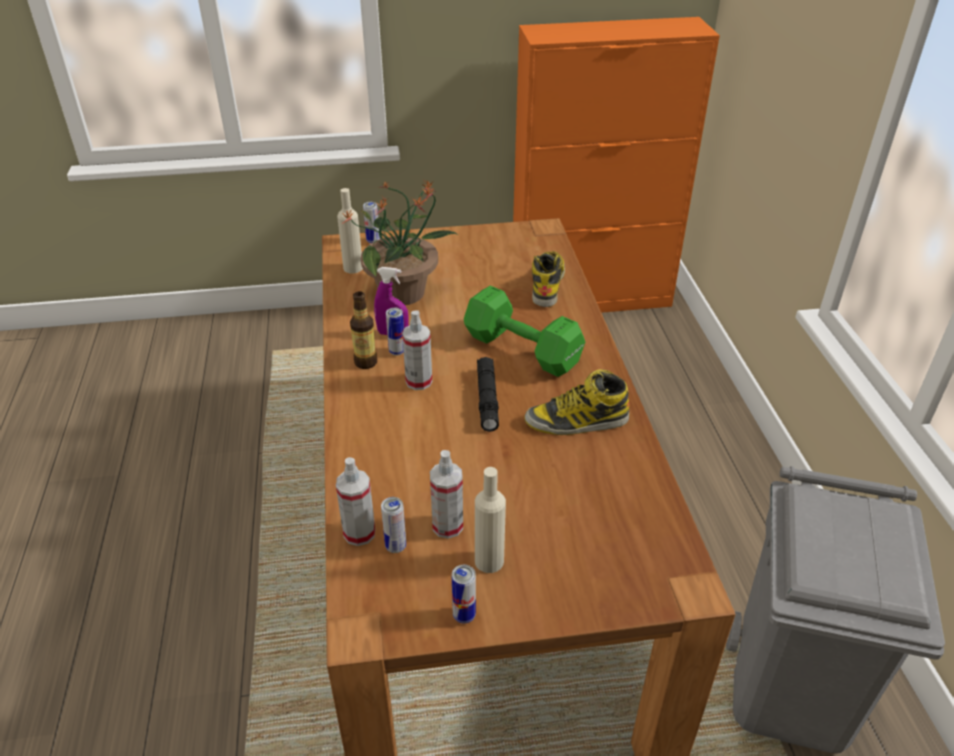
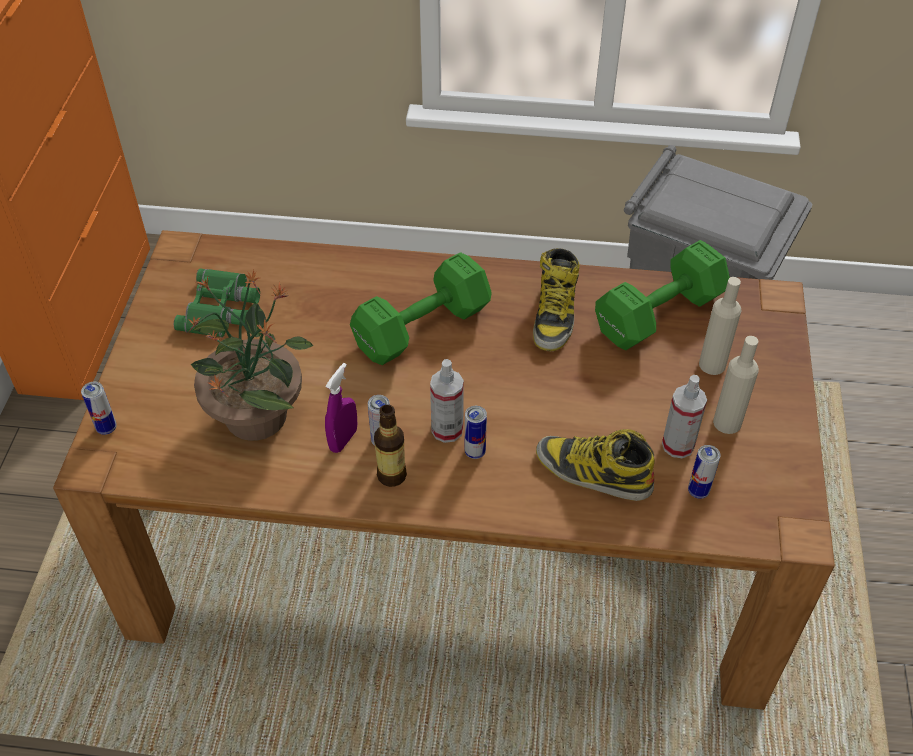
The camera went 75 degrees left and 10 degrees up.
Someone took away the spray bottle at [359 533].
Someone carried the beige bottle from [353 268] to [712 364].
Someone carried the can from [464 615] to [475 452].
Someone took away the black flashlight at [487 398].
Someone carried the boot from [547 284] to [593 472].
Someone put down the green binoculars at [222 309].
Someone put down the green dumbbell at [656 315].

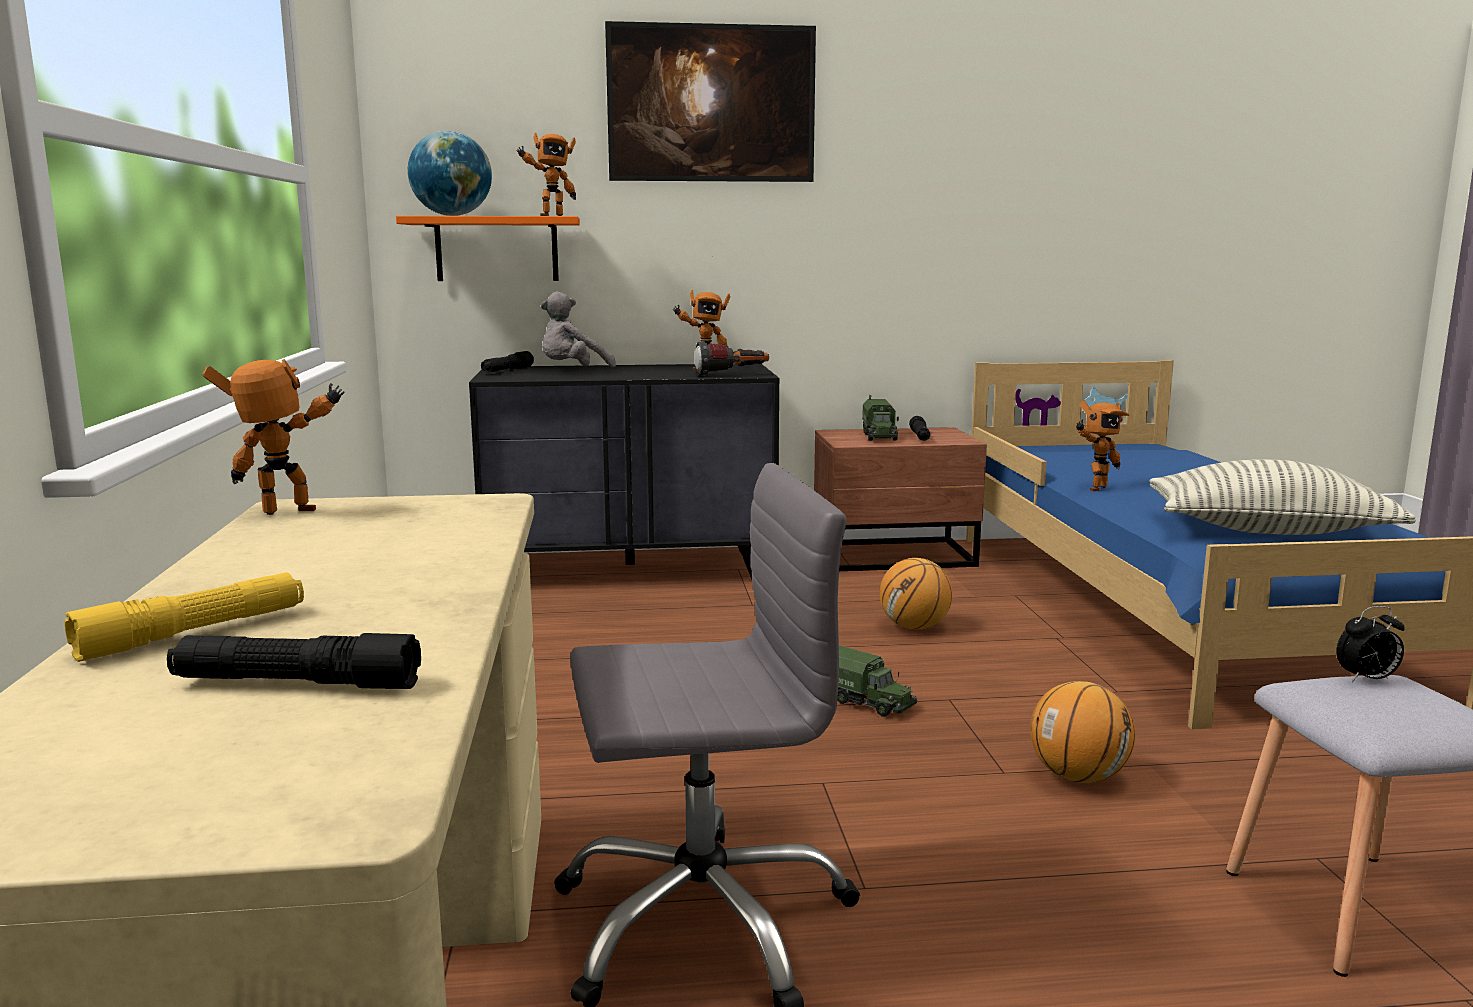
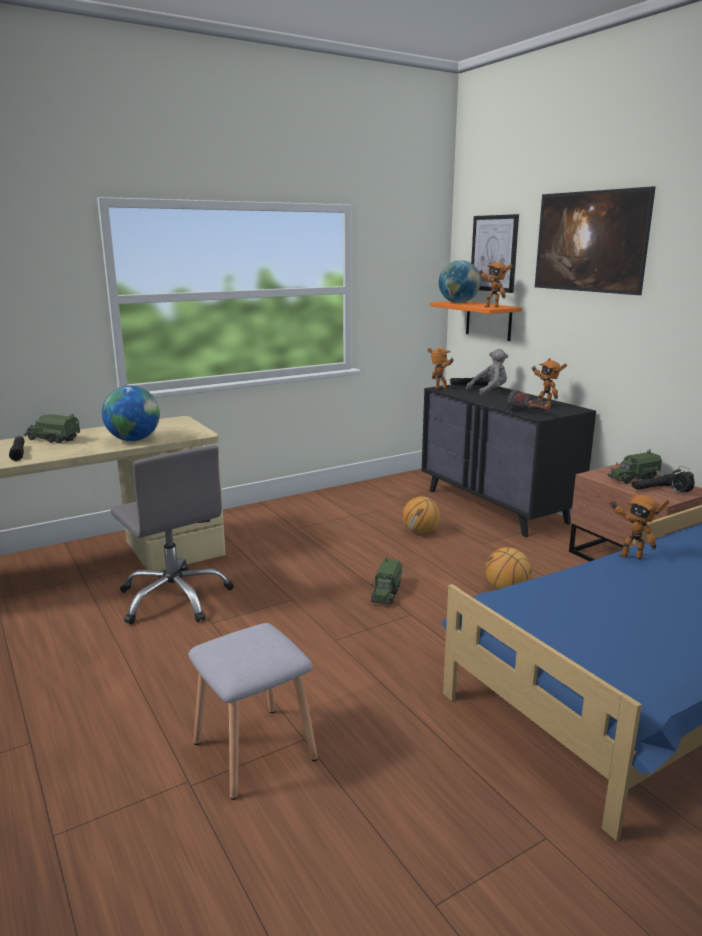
The camera went 65 degrees right and 5 degrees up.
Someone swapped the yellow flashlight at [194 633] for the toy truck at [52 439].
Someone carried the toy robot from [290 513] to [440 390].
Someone rotated the grey plush toy at [572 370] by 135 degrees clockwise.
Someone carried the basketball from [1078 777] to [421 532].
Someone took away the pillow at [1268 531].
Someone carried the alarm clock from [1366 680] to [680 493].
Someone put down the globe at [134 440].
Someone put up the picture at [494 253].

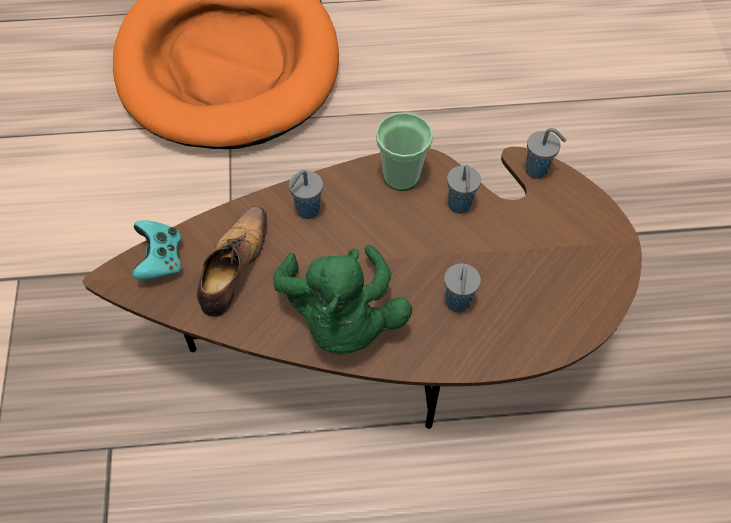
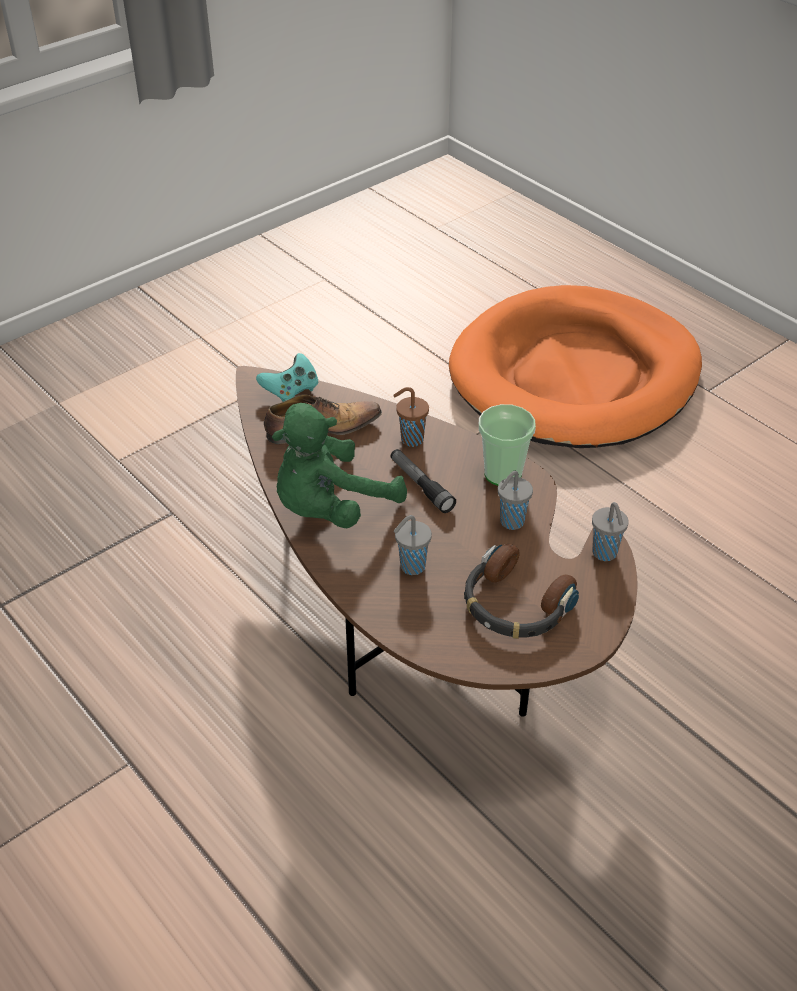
The camera went 55 degrees right and 15 degrees down.
Someone repainted the grey cup at [306 211], which became the brown cup at [410 439].
Someone put down the flashlight at [421 486].
Someone put down the headphones at [515 605].

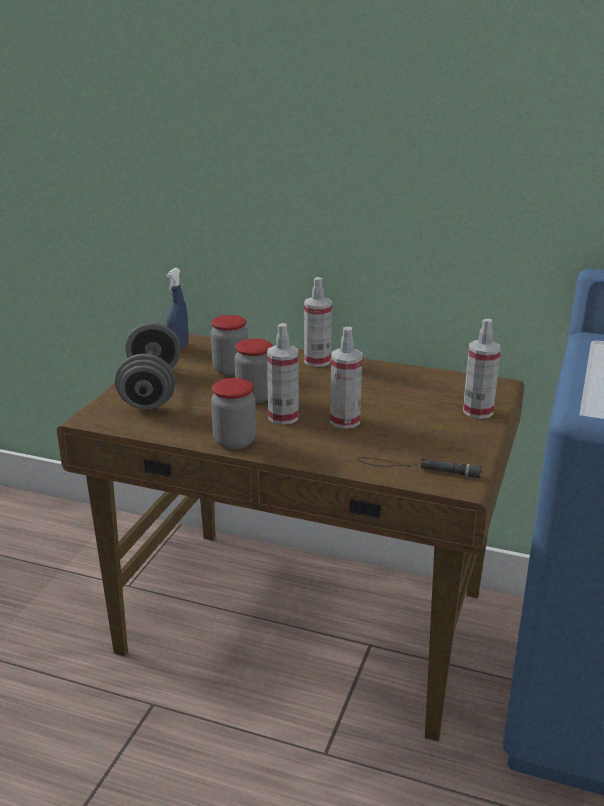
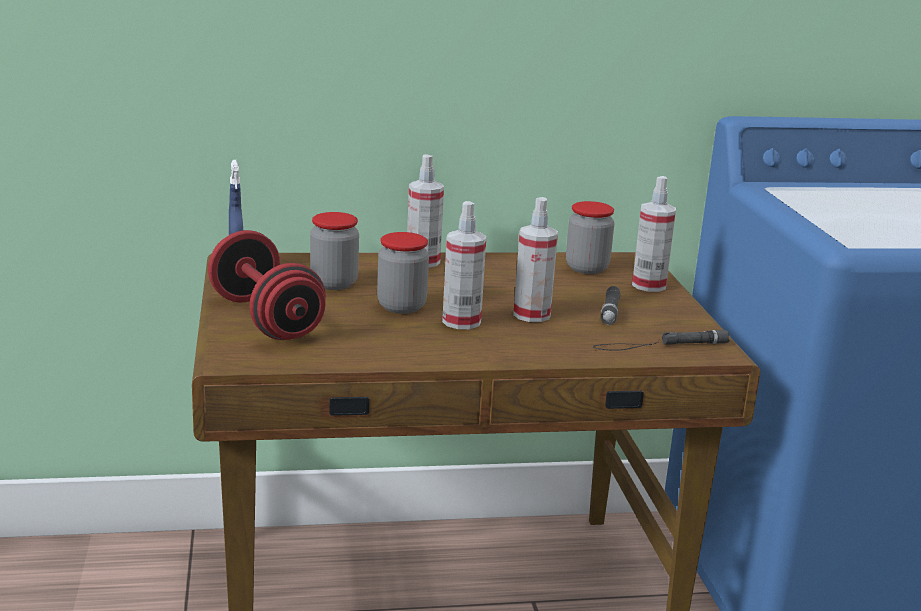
The camera went 30 degrees left and 5 degrees down.
Someone repainted the grey dumbbell at [151 390], which became the red dumbbell at [265 318].
Someone carried the jar from [234 441] to [587 268].
Someone put down the black flashlight at [610 312].

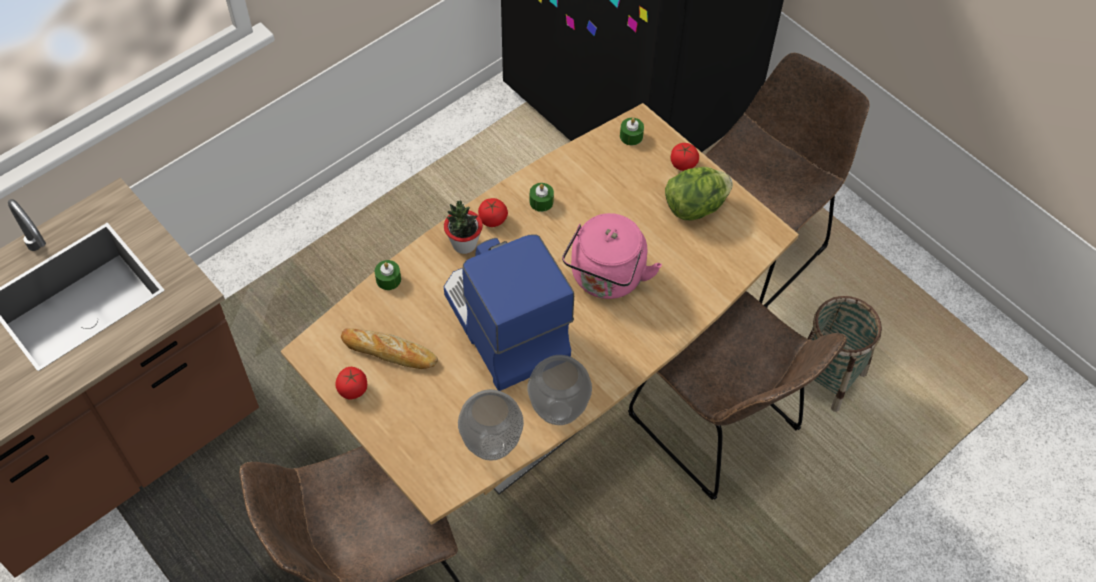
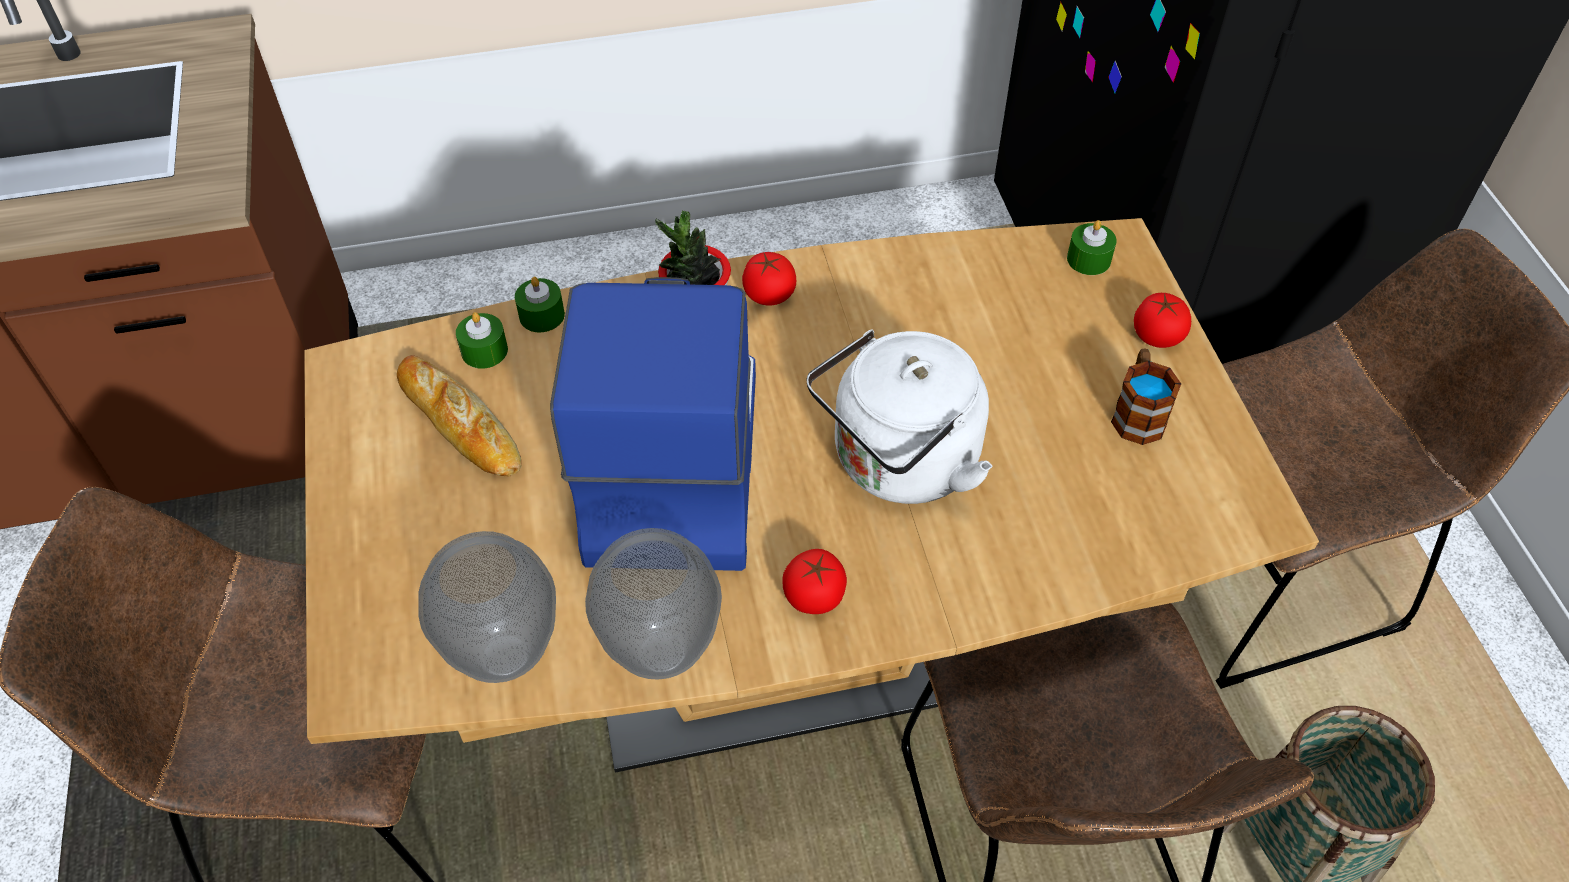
The camera went 30 degrees right and 5 degrees down.
Someone carried the tomato from [353 389] to [814 596].
Someone carried the green candle from [541 201] to [484 351].
Someone repainted the pink kettle at [606 279], which became the white kettle at [899 464].
Someone swapped the lettuce at [695 207] for the mug at [1137 412].

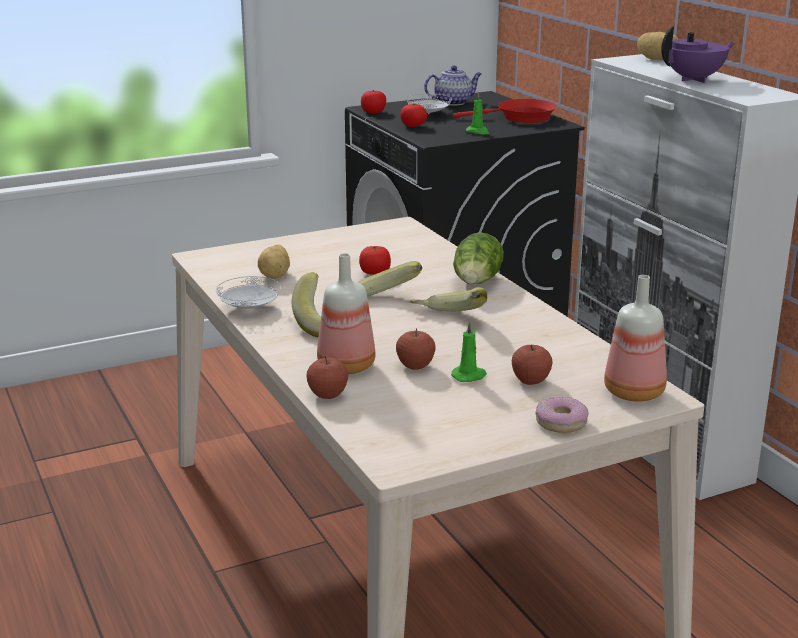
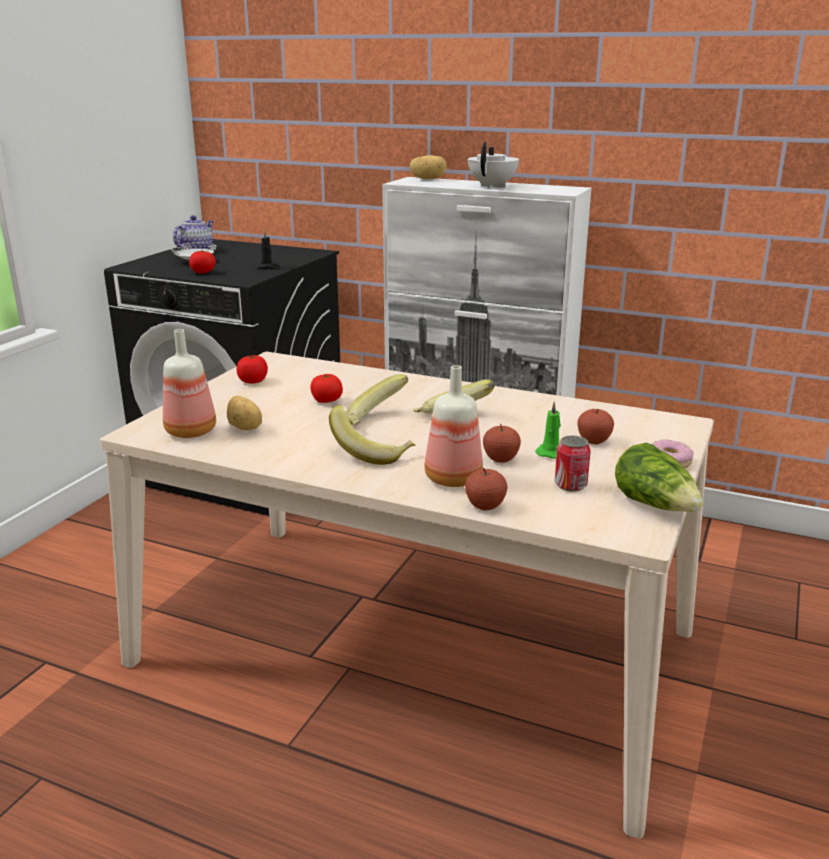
The camera went 40 degrees left and 0 degrees up.
Someone took away the white plate at [250 308].
Someone carried the tomato from [373 112] to [253 381].
Someone took away the red frying pan at [520 118].
Someone carried the lettuce from [477 283] to [656 506].
Someone repainted the green candle at [478 132], which became the black candle at [268 267].
Someone carried the bottle from [635 392] to [191 431].
Someone repainted the purple teapot at [695 79], which became the white teapot at [493 186].
Someone put down the can at [570 485].

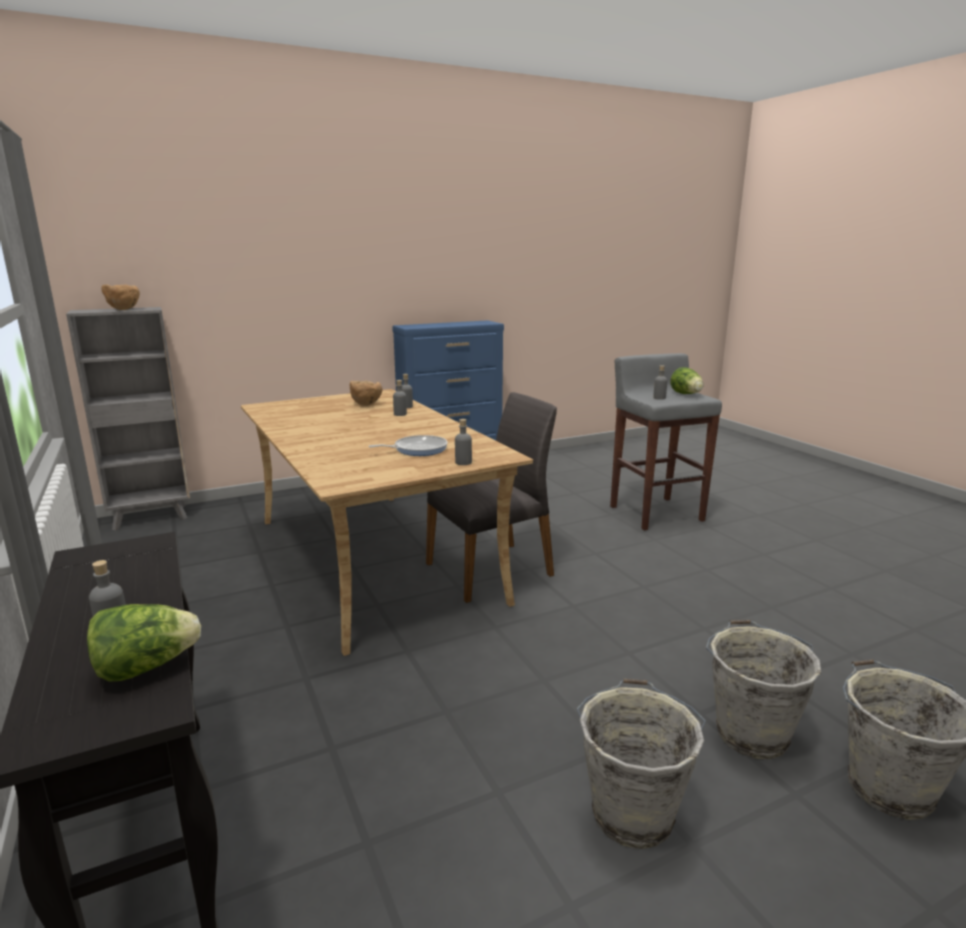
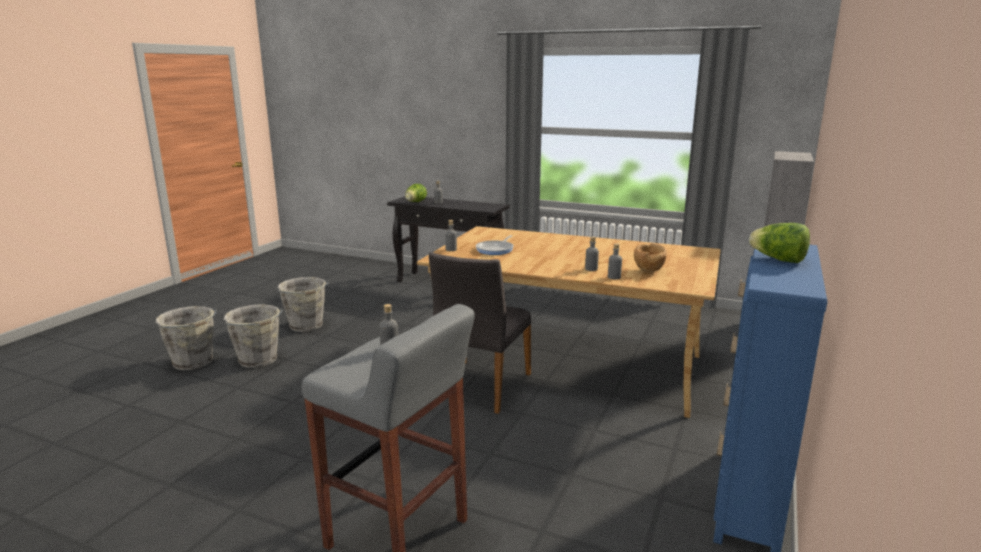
The camera went 140 degrees right and 0 degrees up.
Someone took away the brown bowl at [123 309].
Someone carried the lettuce from [686 394] to [778 260].

